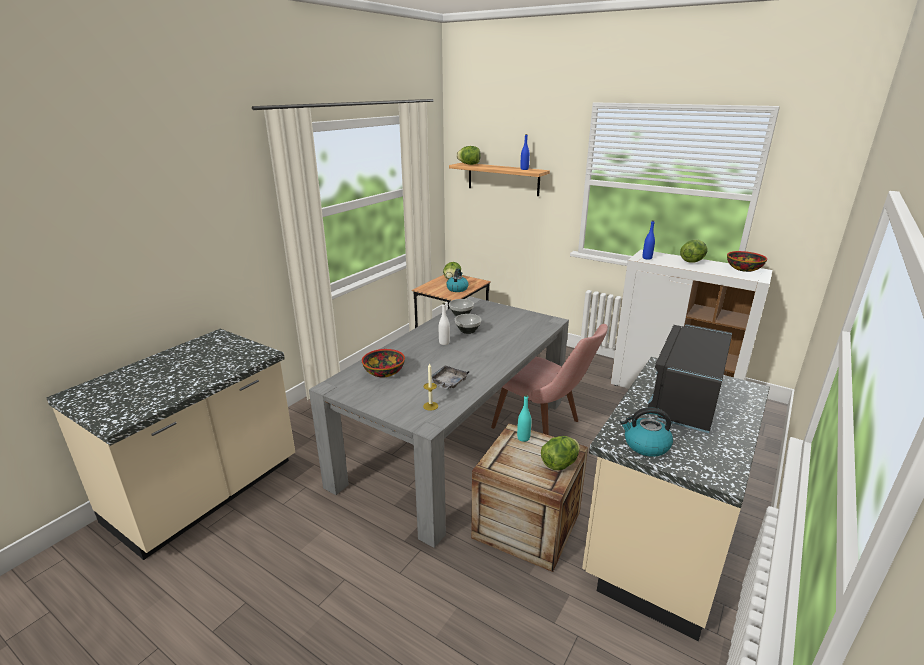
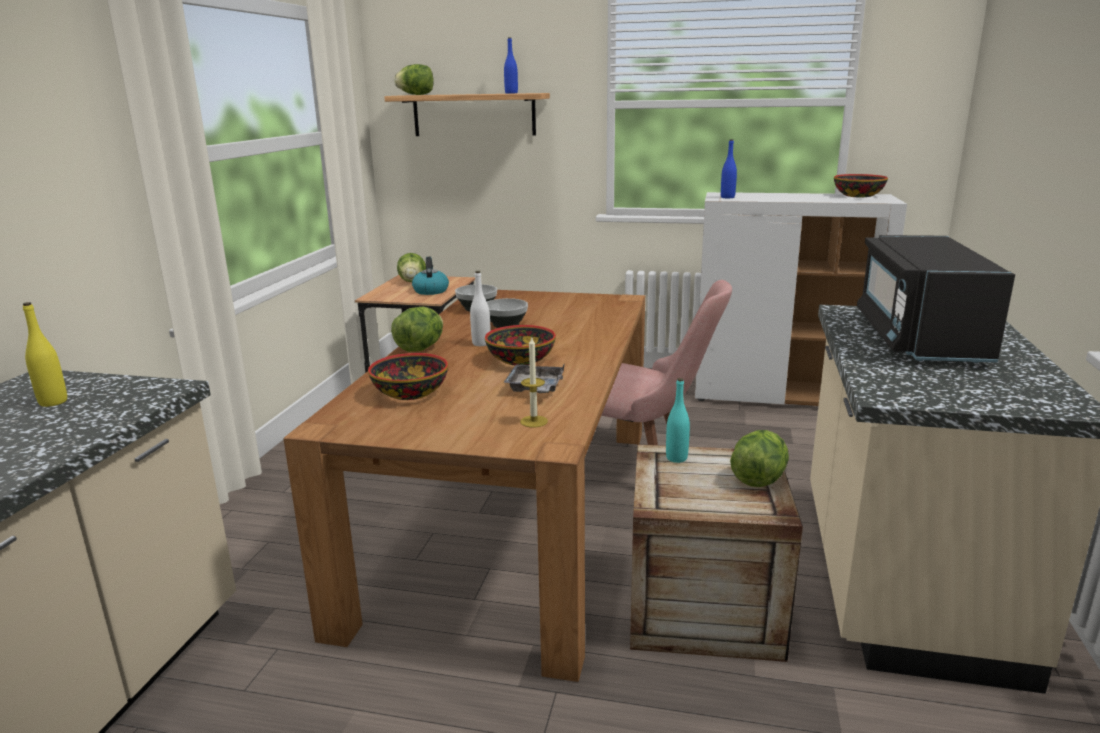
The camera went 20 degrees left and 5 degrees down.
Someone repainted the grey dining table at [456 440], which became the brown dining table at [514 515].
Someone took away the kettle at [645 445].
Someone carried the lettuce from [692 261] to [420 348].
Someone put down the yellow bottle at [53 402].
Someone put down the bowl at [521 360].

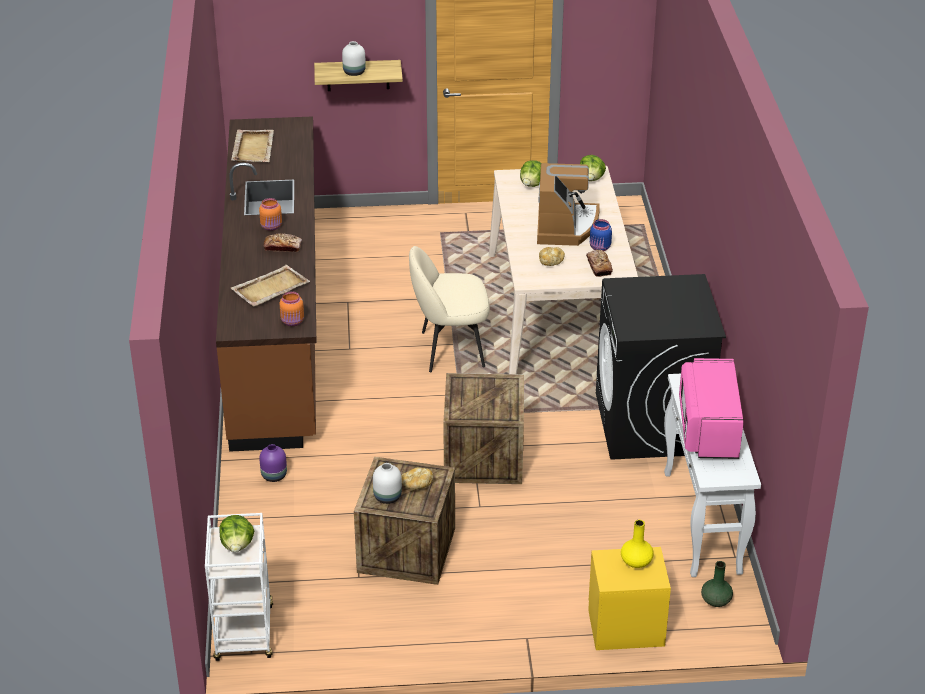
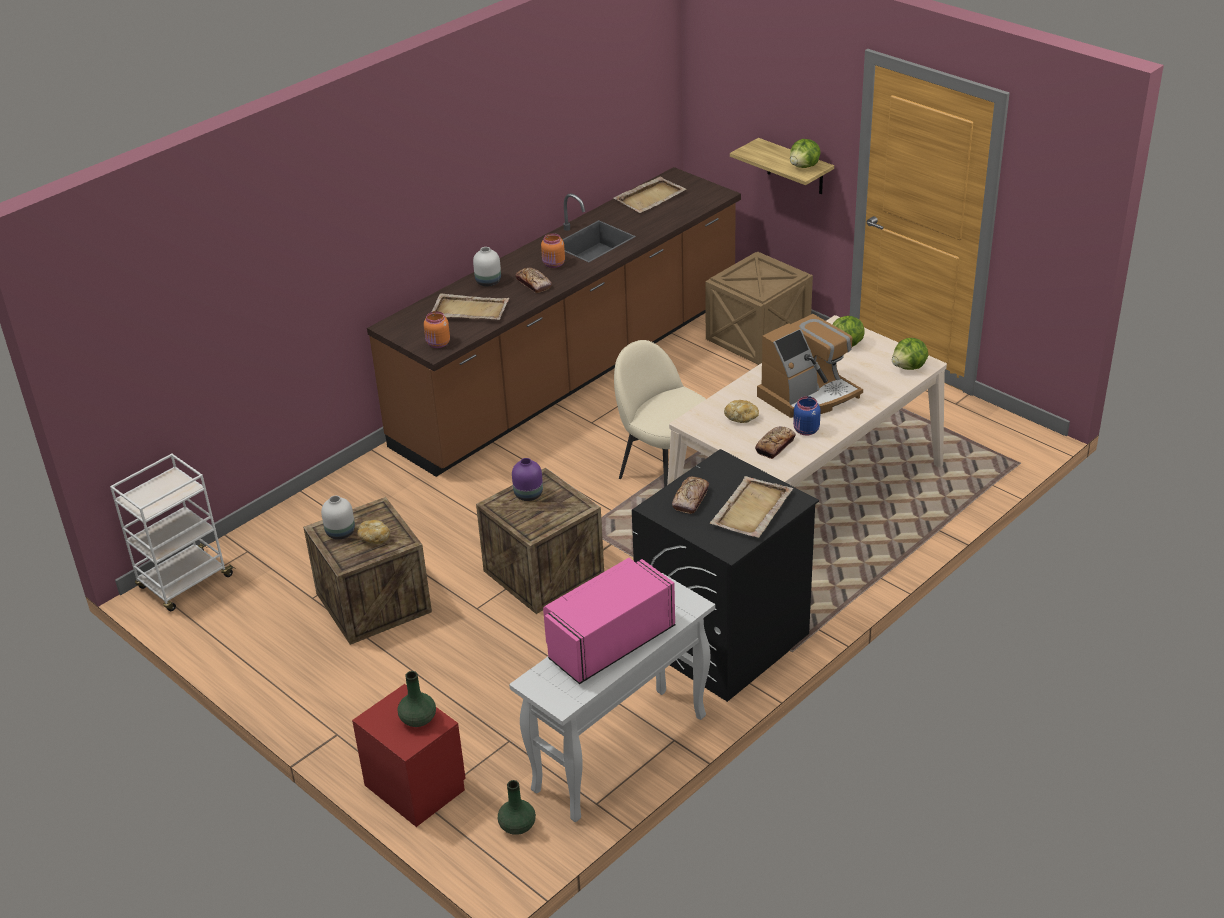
The camera went 50 degrees right and 0 degrees up.
Someone carried the lettuce from [237 545] to [804 166].
Someone carried the purple vase from [275 476] to [529 495].
Someone carried the white vase from [355 72] to [488 282].
Someone repainted the yellow nightstand at [626 627], which became the red nightstand at [415 787].
Someone repainted the yellow vase at [636 562], which became the green vase at [418 719].
Someone put down the bread at [691 499].
Someone put down the crate at [758 337].
Someone put down the beige tray at [751 510].

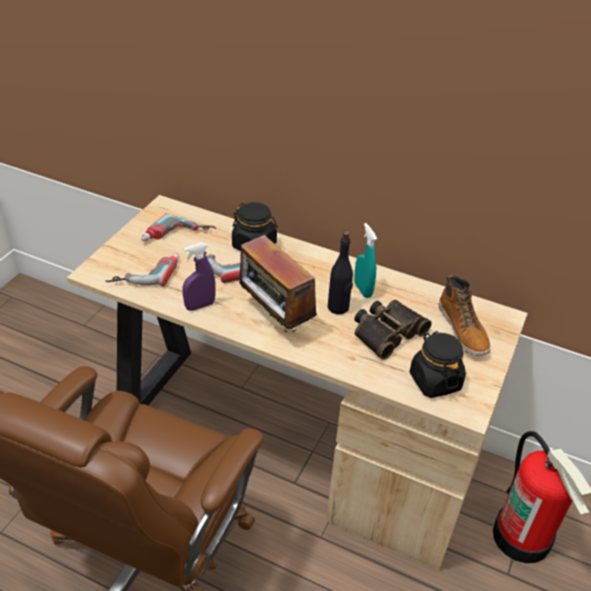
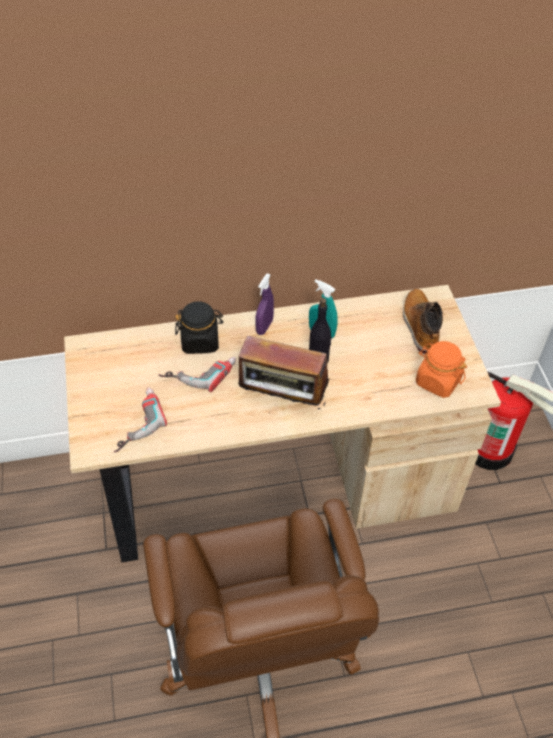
The camera went 35 degrees left and 10 degrees up.
Someone took away the power drill at [178 237].
Someone carried the purple spray bottle from [200 306] to [264 327].
Someone took away the binoculars at [386 332].
Someone repainted the black jar at [434 381], which became the orange jar at [437 381].
Someone rotated the boot at [463 330] by 135 degrees counterclockwise.

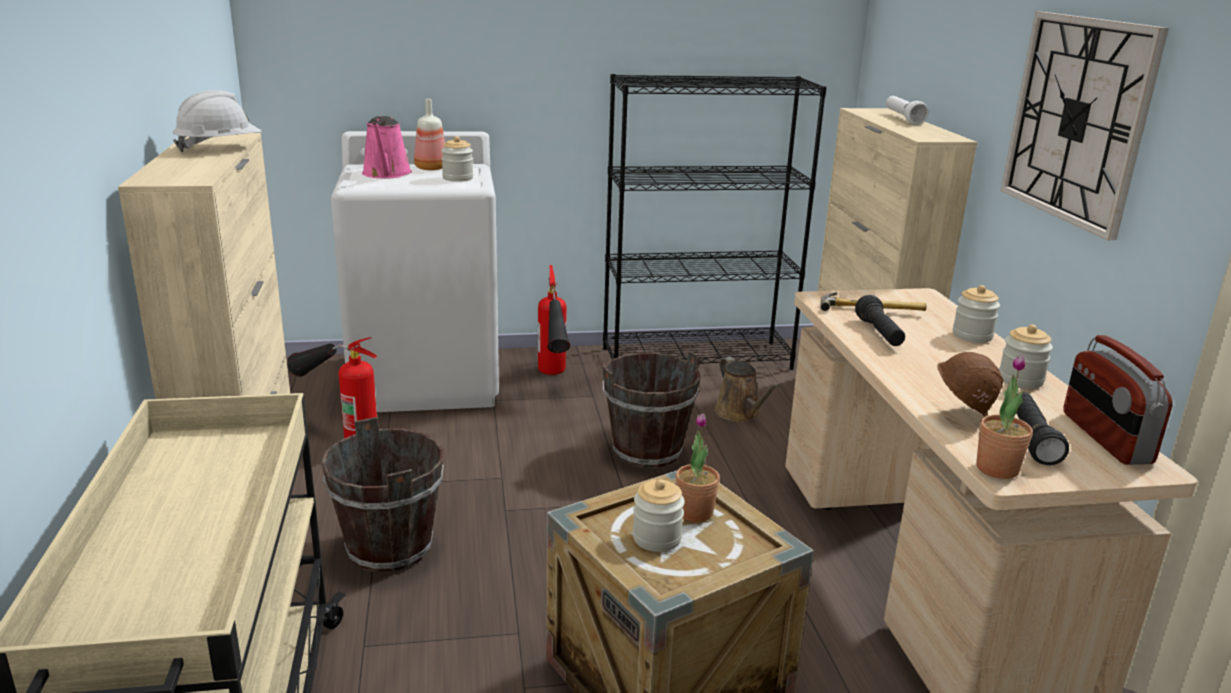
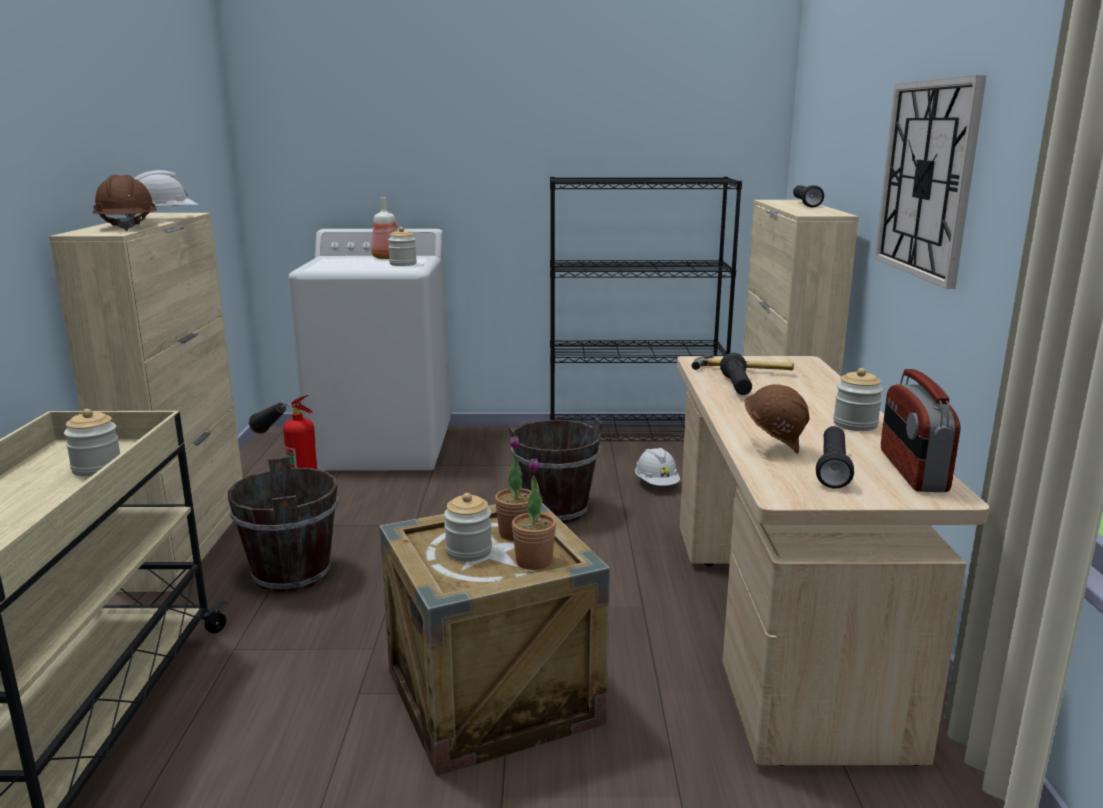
The camera went 10 degrees right and 5 degrees down.
Someone took away the pink watering can at [386 174].
Someone took away the fire extinguisher at [554 380].
Someone swapped the brown watering can at [740 413] for the white hard hat at [656 484].
Someone repainted the white flashlight at [903 119], which became the black flashlight at [805 204].
Someone carried the jar from [972 336] to [97 468].
Someone carried the potted plant from [997 469] to [534 561].
Someone put down the brown hard hat at [127 227].

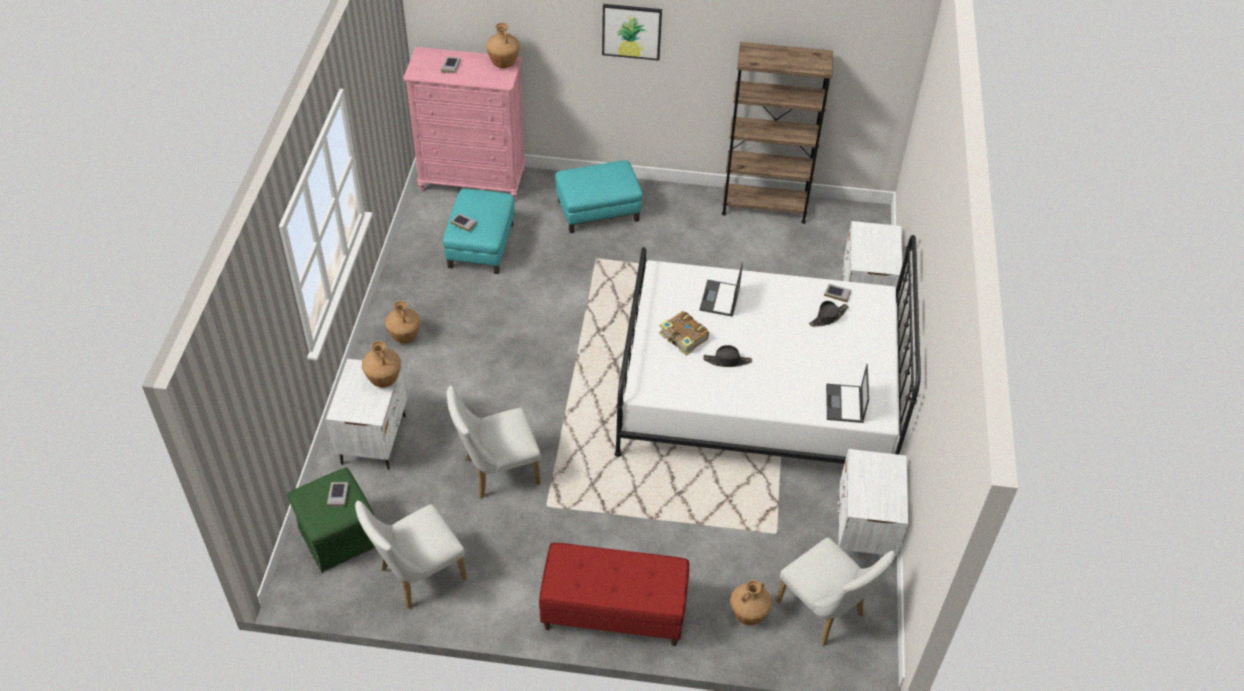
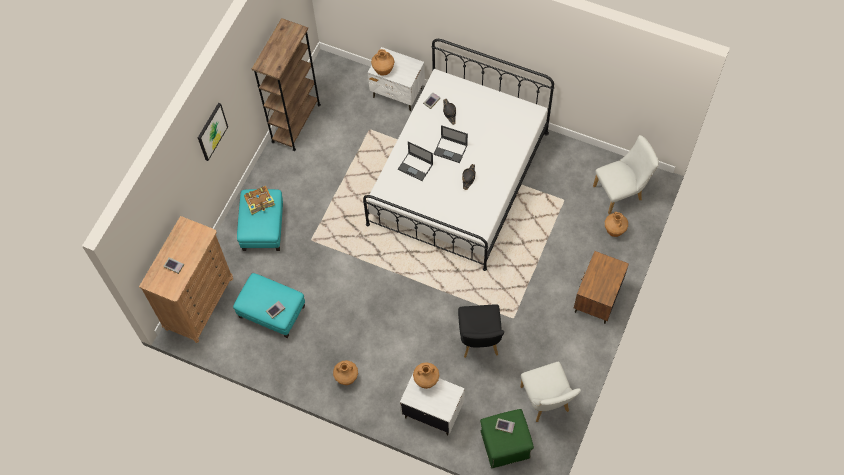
The camera went 70 degrees left and 15 degrees up.
Someone repainted the pink dresser at [473 180], which became the brown dresser at [199 304].
Someone repainted the white chair at [496 472], which became the black chair at [479 342].
Someone carried the brown vase from [503 64] to [383 70].
Someone swapped the red bench at [613 613] for the brown nightstand at [596 299].
Someone carried the book from [683 338] to [260 202].
Someone carried the laptop from [844 404] to [451 149].
Someone took away the white nightstand at [863 532].

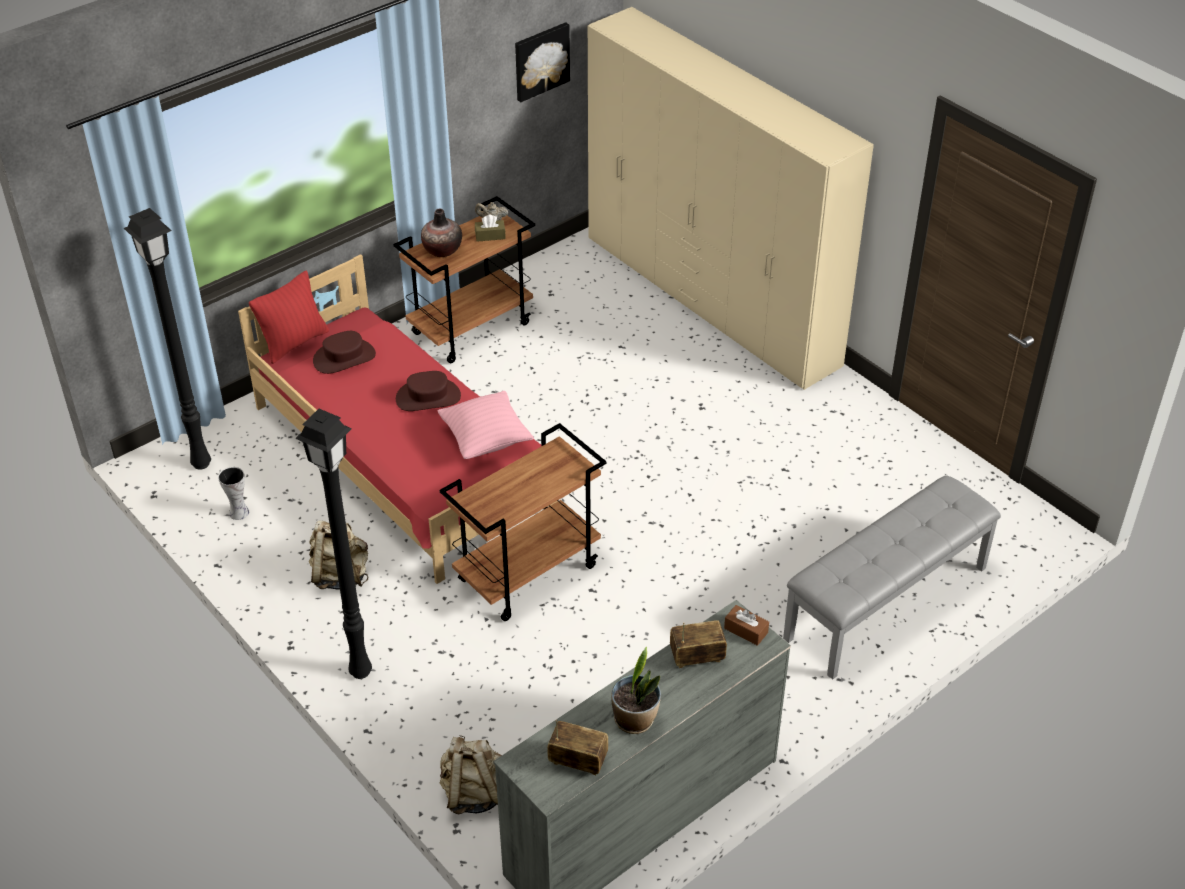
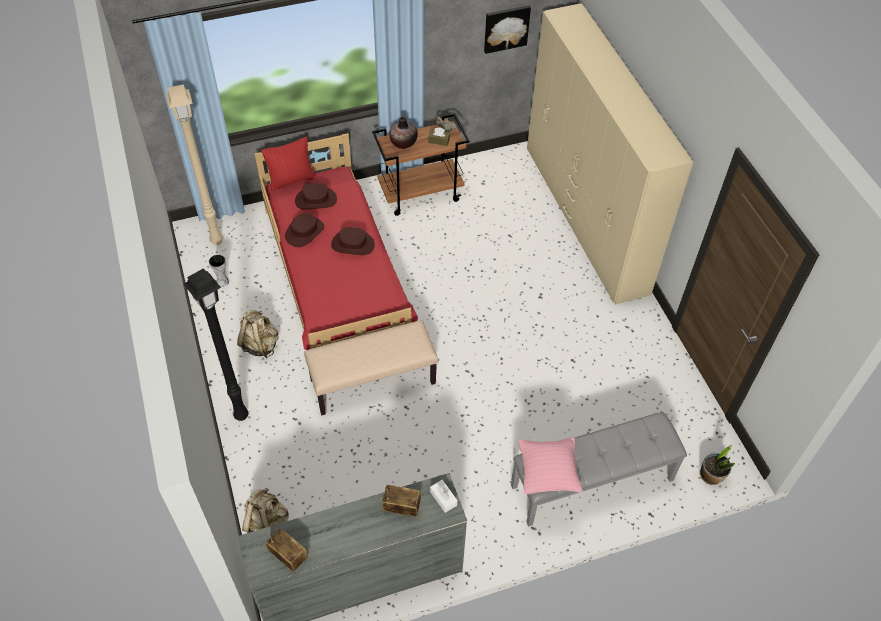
The camera went 20 degrees right and 10 degrees up.
Someone repainted the black floor lamp at [199 463], which became the beige floor lamp at [215 240].
Someone carried the pink pillow from [486 440] to [548 473].
Someone swapped the brown cart at [528 572] for the beige bench at [373 381].
Someone carried the potted plant from [635 720] to [711 476].
Someone repainted the brown tissue box at [746 630], which became the white tissue box at [443 498].
Someone put down the brown hat at [304 232].

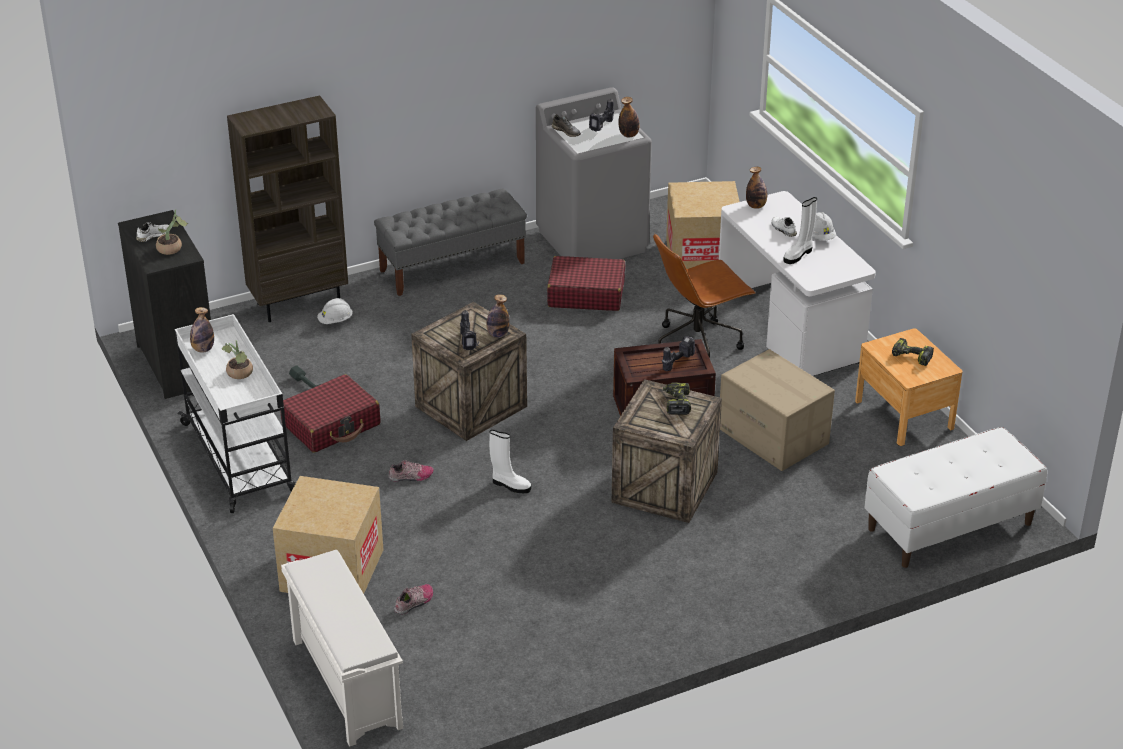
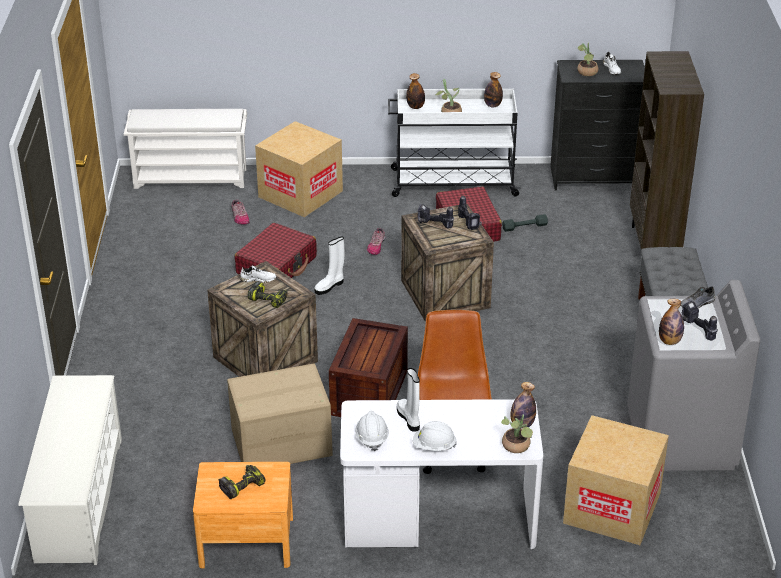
The camera went 115 degrees right and 0 degrees up.
Someone carried the white hard hat from [335 321] to [371 438].
Someone carried the bottle from [497 334] to [415 107].
Someone carried the red suitcase from [586 294] to [277 265].
Someone carried the power drill from [677 361] to [469 223].
Someone carried the white shoe from [783 229] to [258 279].
Someone swapped the white bench at [949 527] for the white shoe rack at [79 499].
Someone put down the potted plant at [516 448].

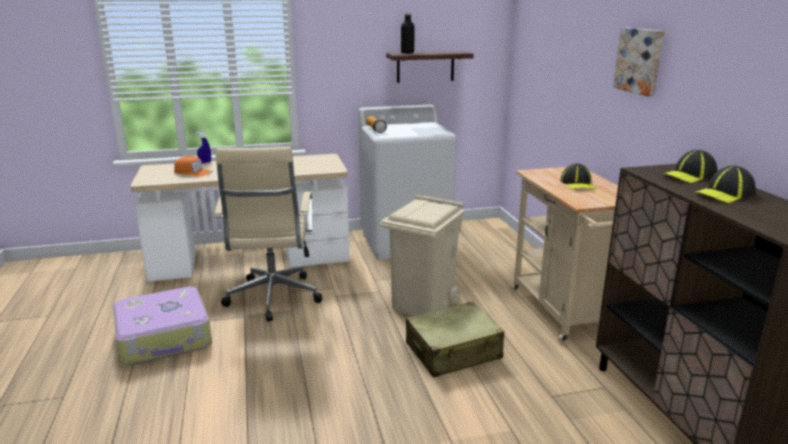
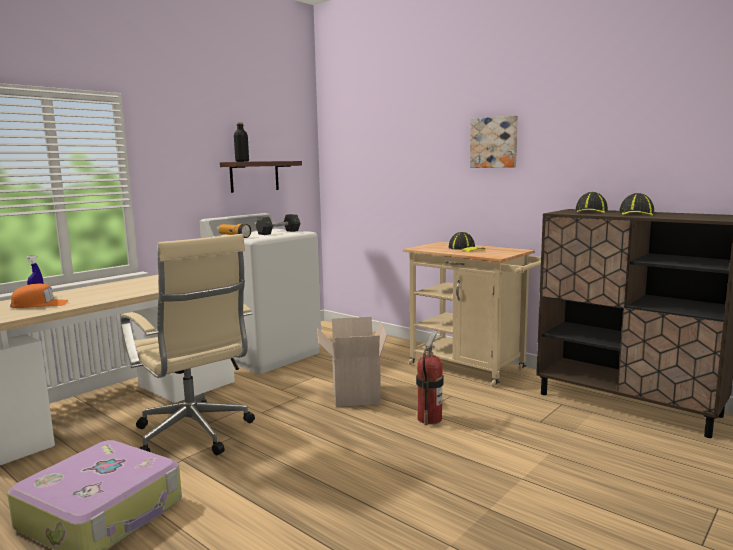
The camera went 35 degrees left and 10 degrees down.
Someone swapped the beige trash can at [423 304] for the cardboard box at [354 394].
Someone swapped the beige suitcase at [453 351] for the fire extinguisher at [429 418].
Someone put down the grey dumbbell at [278 232].

